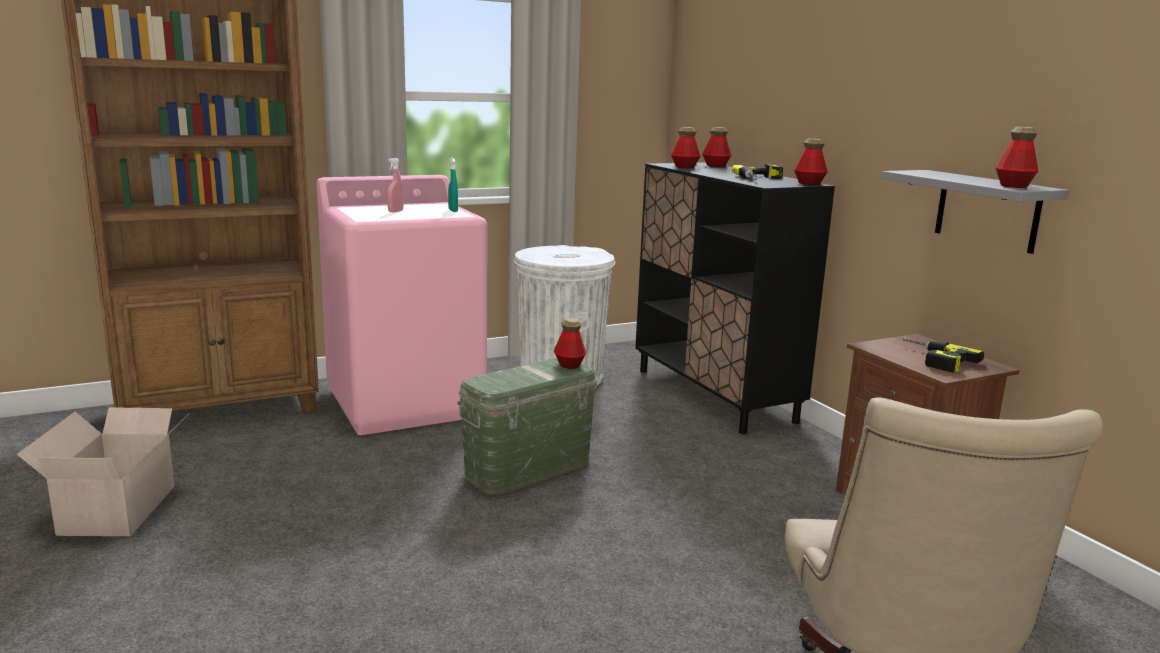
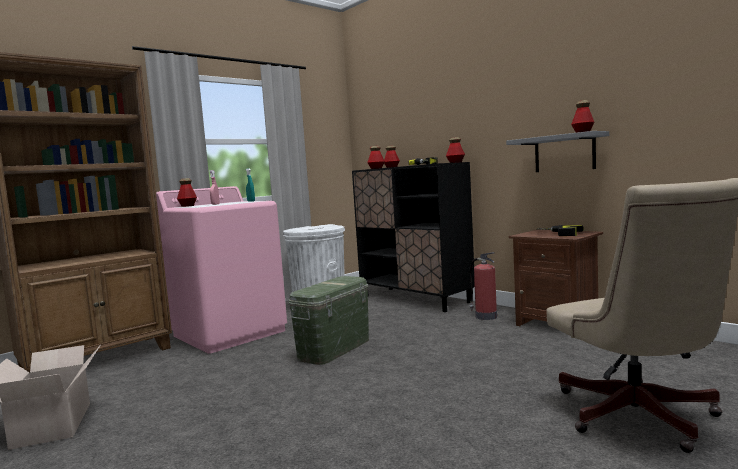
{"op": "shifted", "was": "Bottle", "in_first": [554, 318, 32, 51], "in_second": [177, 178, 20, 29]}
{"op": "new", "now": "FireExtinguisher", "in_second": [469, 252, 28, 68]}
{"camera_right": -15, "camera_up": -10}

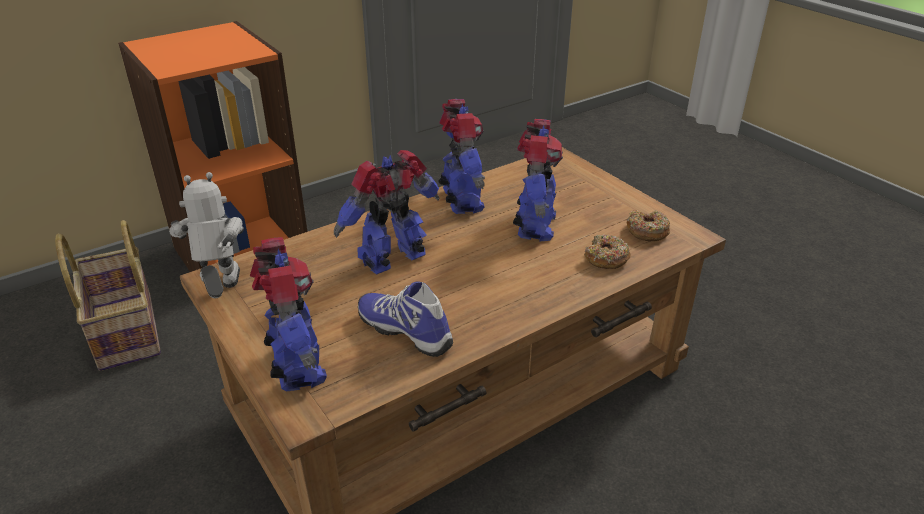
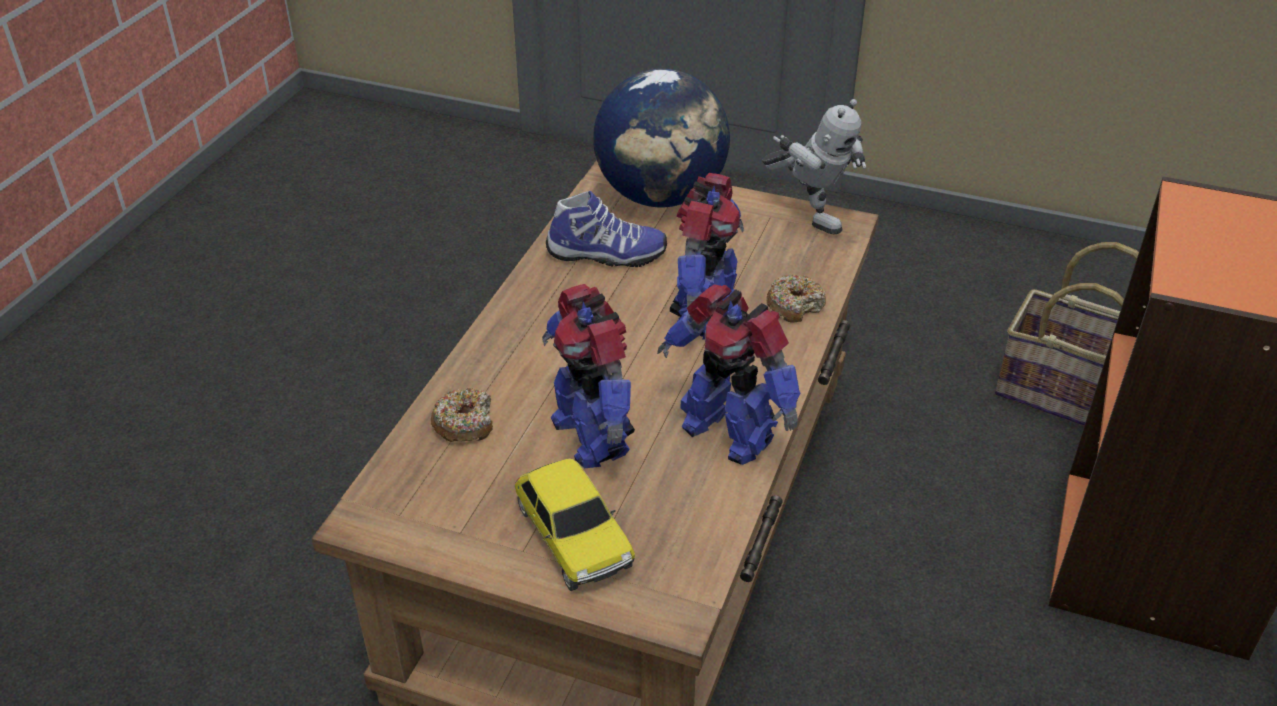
{"op": "new", "now": "ToyCar", "in_second": [514, 458, 121, 133]}
{"op": "swapped", "was": "ToyRobot", "now": "Globe", "in_first": [250, 237, 77, 155], "in_second": [593, 69, 137, 138]}
{"op": "shifted", "was": "Donut", "in_first": [627, 210, 43, 31], "in_second": [767, 274, 59, 49]}
{"camera_right": 145, "camera_up": 5}

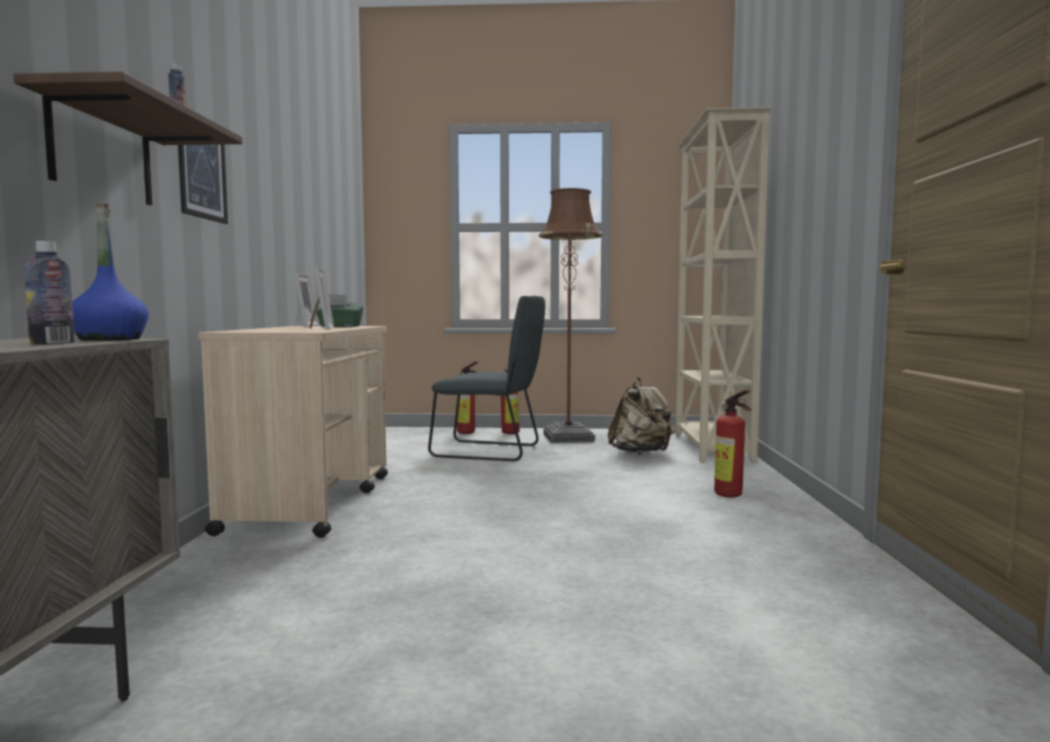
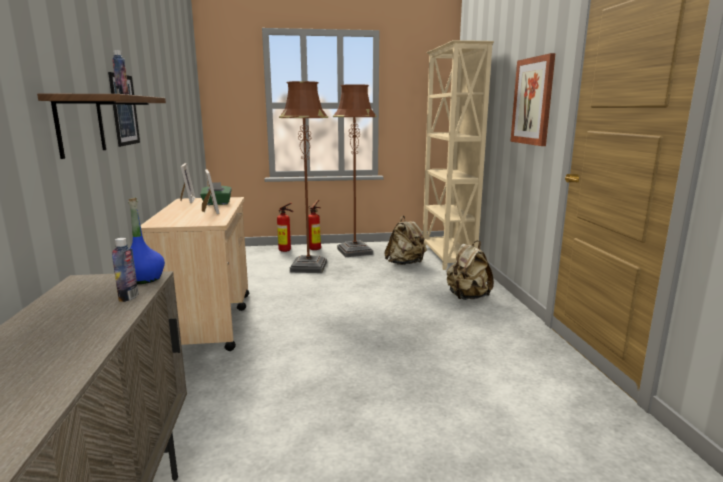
{"op": "swapped", "was": "GreyChair", "now": "BrownFloorLamp", "in_first": [428, 296, 117, 165], "in_second": [279, 81, 49, 192]}
{"op": "swapped", "was": "FireExtinguisher", "now": "BeigeBackpack", "in_first": [714, 390, 38, 107], "in_second": [447, 241, 47, 59]}
{"op": "new", "now": "Picture", "in_second": [510, 53, 46, 93]}
{"camera_right": -10, "camera_up": 10}

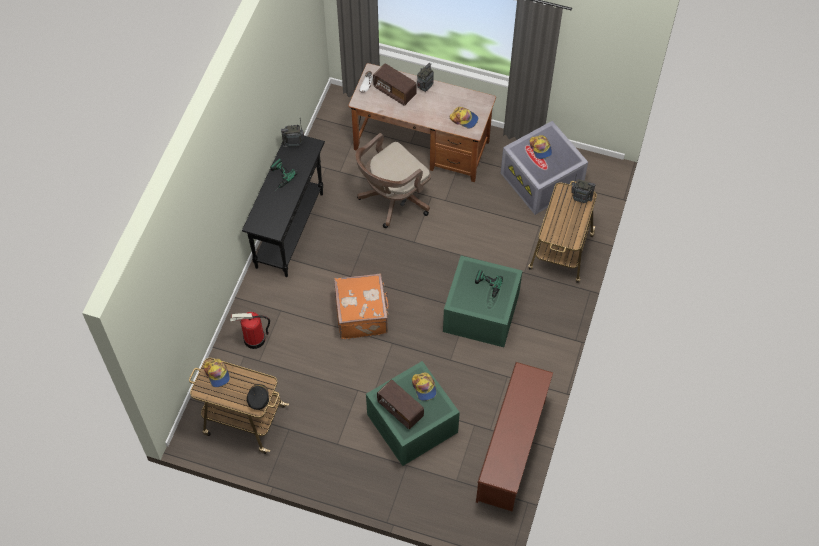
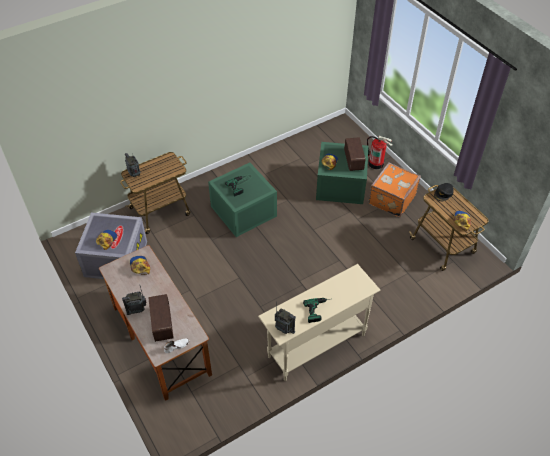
{"op": "repainted", "was": "BlackConsoleTable", "now": "BeigeConsoleTable", "in_first": [242, 136, 83, 141], "in_second": [258, 264, 123, 117]}
{"op": "shifted", "was": "FireExtinguisher", "in_first": [230, 312, 40, 37], "in_second": [367, 136, 26, 33]}
{"op": "shifted", "was": "OrangeSuitcase", "in_first": [334, 274, 55, 65], "in_second": [368, 162, 53, 55]}
{"op": "gone", "was": "BrownOfficeChair", "in_first": [355, 133, 76, 95]}
{"op": "gone", "was": "BrownShoeRack", "in_first": [476, 362, 77, 149]}
{"camera_right": -140, "camera_up": -10}

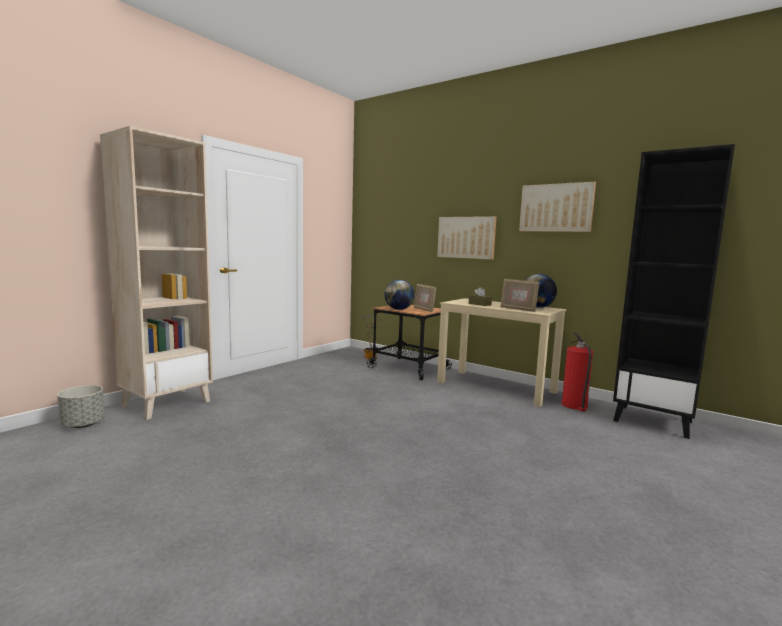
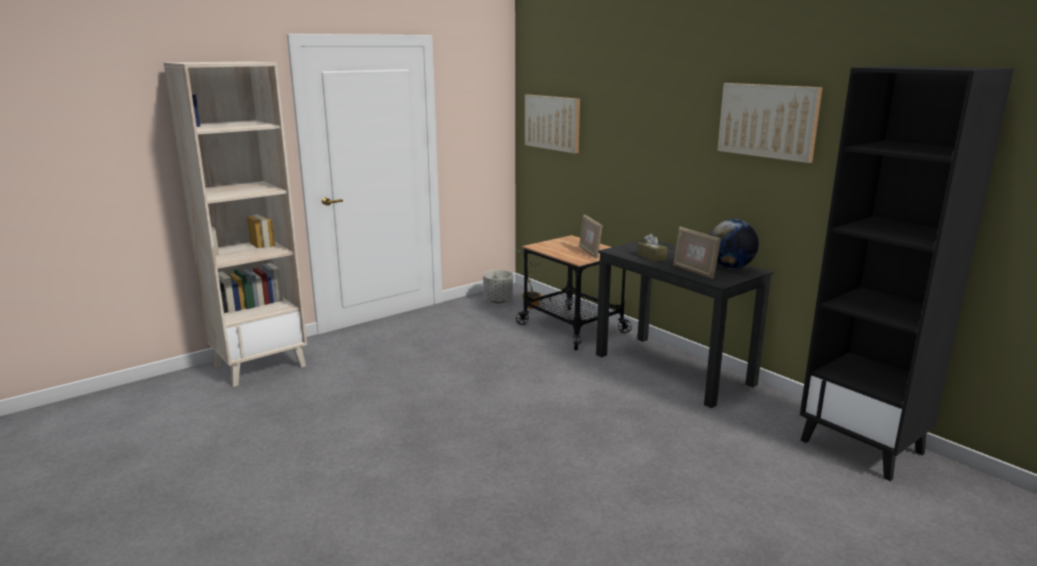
{"op": "shifted", "was": "GreyPlanter", "in_first": [57, 385, 48, 43], "in_second": [483, 270, 30, 33]}
{"op": "shifted", "was": "Picture", "in_first": [437, 216, 60, 44], "in_second": [525, 94, 55, 60]}
{"op": "repainted", "was": "BeigeDesk", "now": "BlackDesk", "in_first": [437, 298, 129, 109], "in_second": [596, 239, 178, 169]}
{"op": "gone", "was": "Globe", "in_first": [384, 280, 31, 30]}
{"op": "gone", "was": "FireExtinguisher", "in_first": [561, 332, 32, 80]}
{"camera_right": 15, "camera_up": 10}

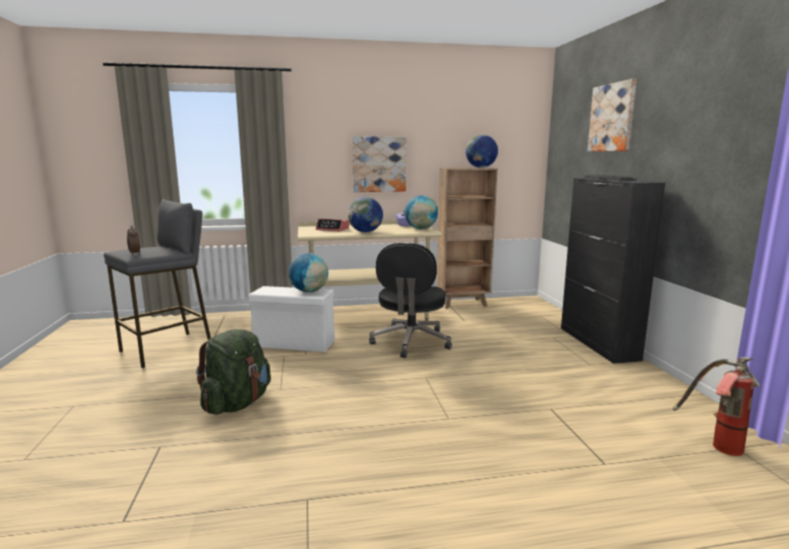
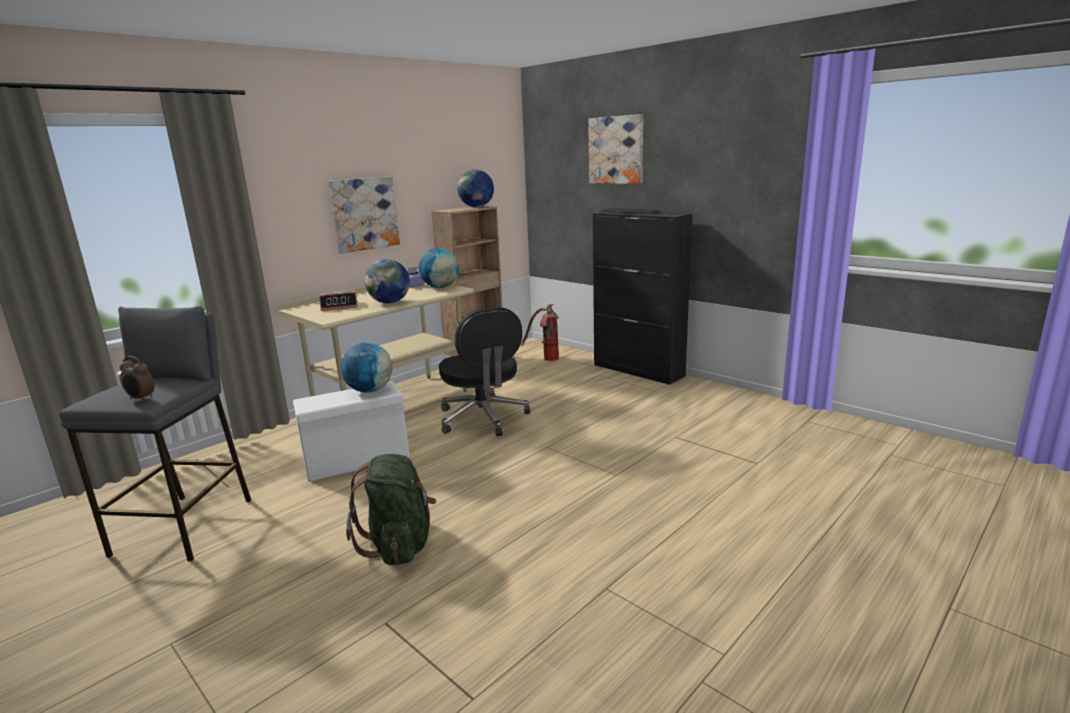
{"op": "shifted", "was": "FireExtinguisher", "in_first": [673, 357, 87, 99], "in_second": [521, 304, 38, 57]}
{"camera_right": -35, "camera_up": 5}

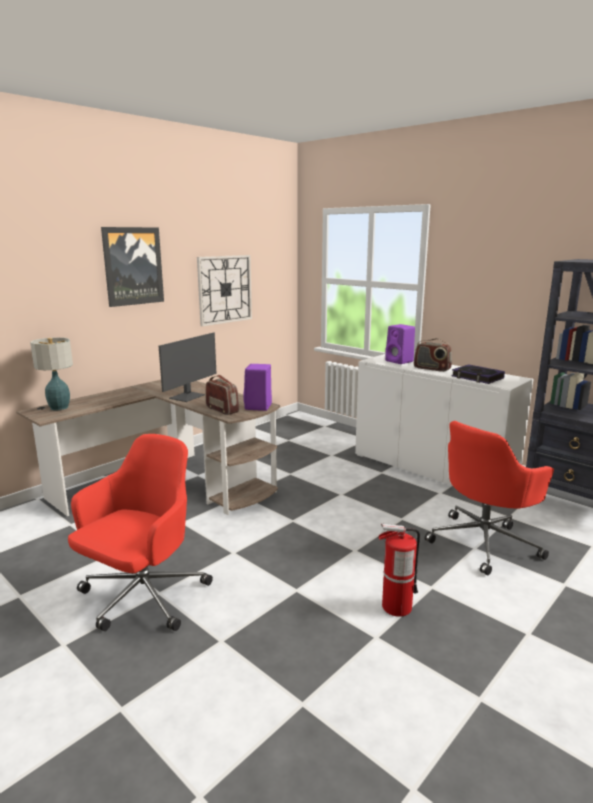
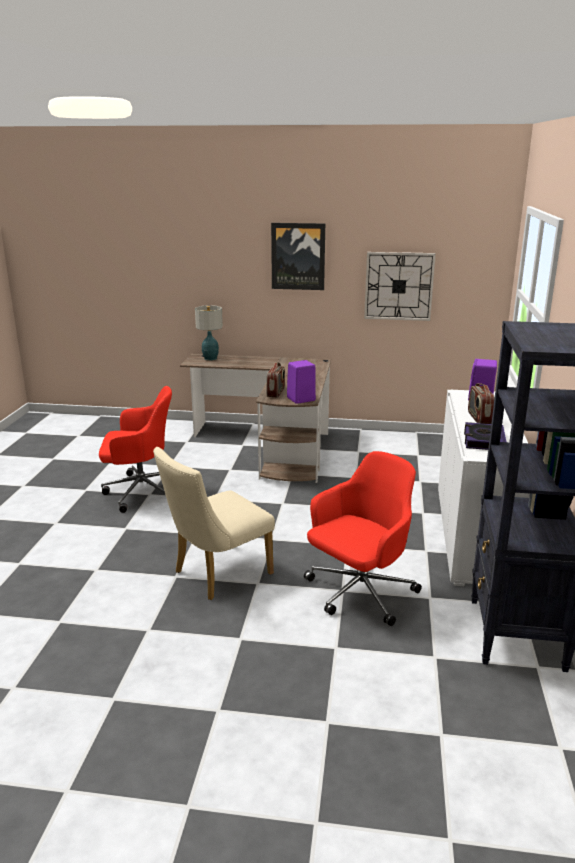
{"op": "swapped", "was": "FireExtinguisher", "now": "BeigeChair", "in_first": [378, 524, 42, 93], "in_second": [153, 447, 122, 153]}
{"op": "rotated", "was": "RedOfficeChair", "in_first": [425, 421, 129, 154], "in_second": [304, 451, 118, 175], "clockwise": 120}
{"op": "gone", "was": "Monitor", "in_first": [159, 333, 58, 69]}
{"camera_right": 55, "camera_up": 5}

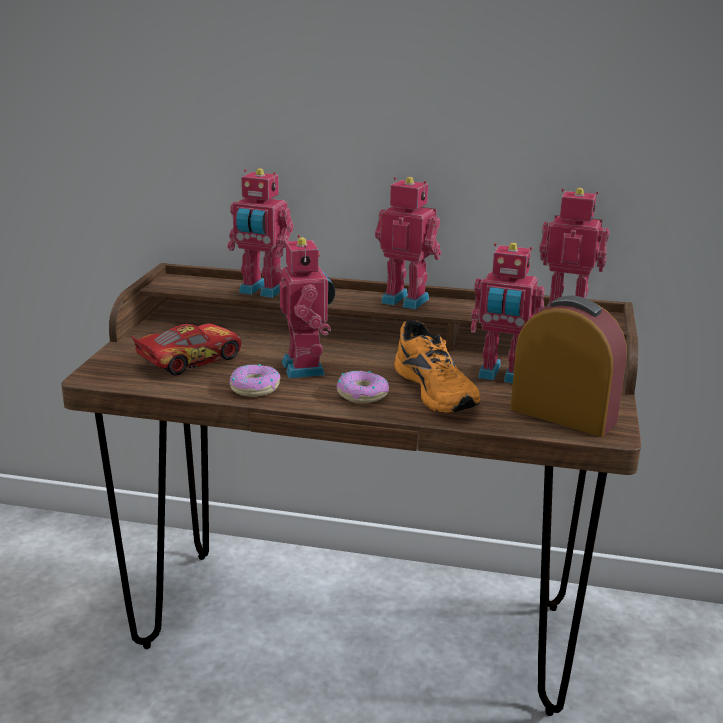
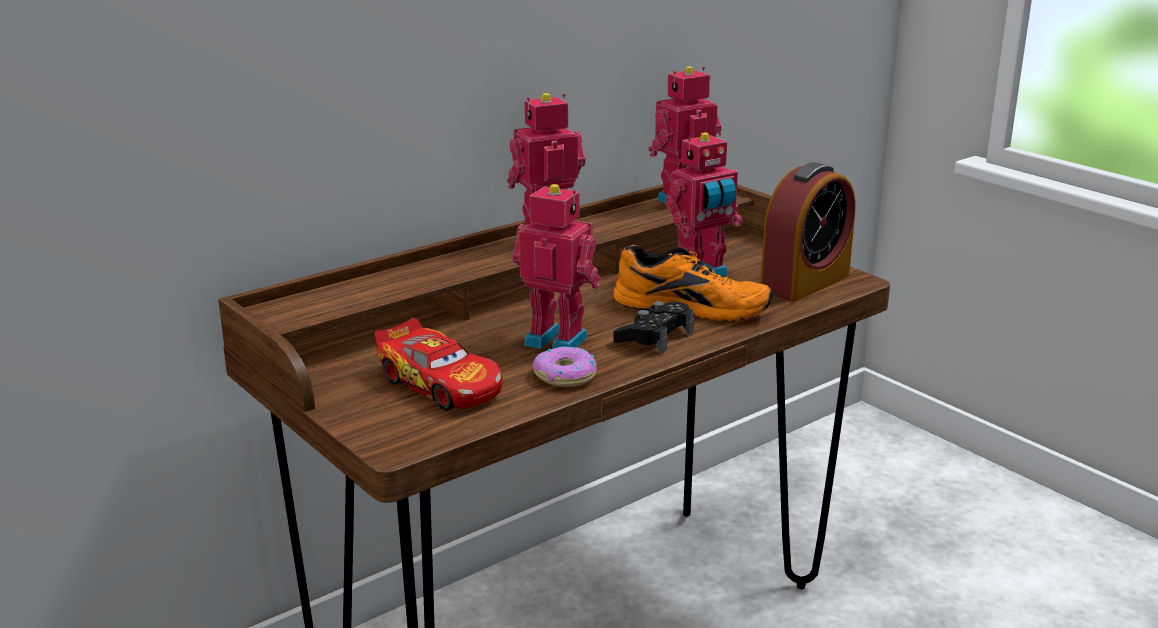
{"op": "rotated", "was": "ToyCar", "in_first": [131, 323, 110, 52], "in_second": [375, 318, 128, 92], "clockwise": 135}
{"op": "swapped", "was": "Donut", "now": "BlackGameController", "in_first": [337, 371, 52, 32], "in_second": [613, 301, 81, 52]}
{"op": "rotated", "was": "AlarmClock", "in_first": [510, 296, 117, 141], "in_second": [760, 162, 96, 140], "clockwise": 150}
{"op": "gone", "was": "ToyRobot", "in_first": [227, 168, 66, 130]}
{"camera_right": -50, "camera_up": 0}

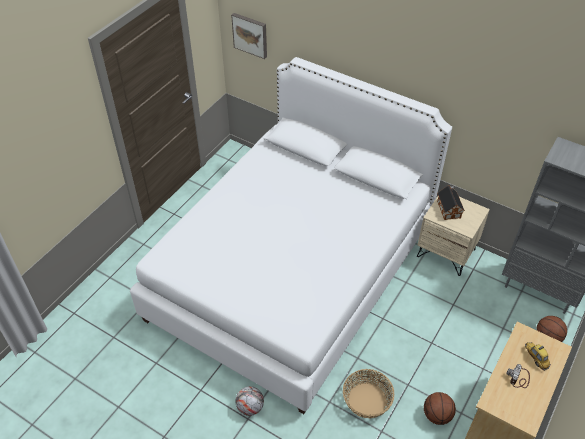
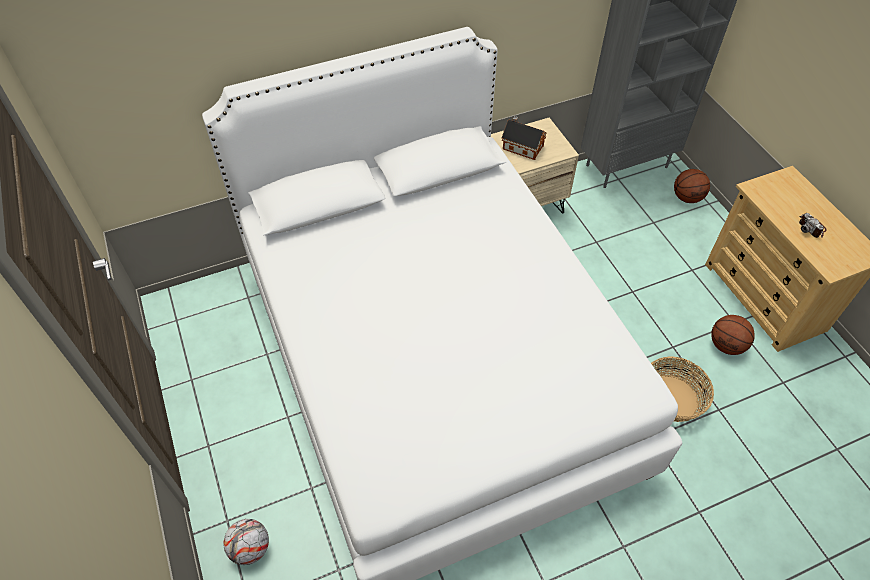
{"op": "shifted", "was": "Football", "in_first": [235, 386, 29, 30], "in_second": [223, 519, 46, 46]}
{"op": "gone", "was": "Picture", "in_first": [231, 13, 36, 46]}
{"op": "gone", "was": "ToyCar", "in_first": [525, 342, 26, 29]}
{"camera_right": -55, "camera_up": 5}

